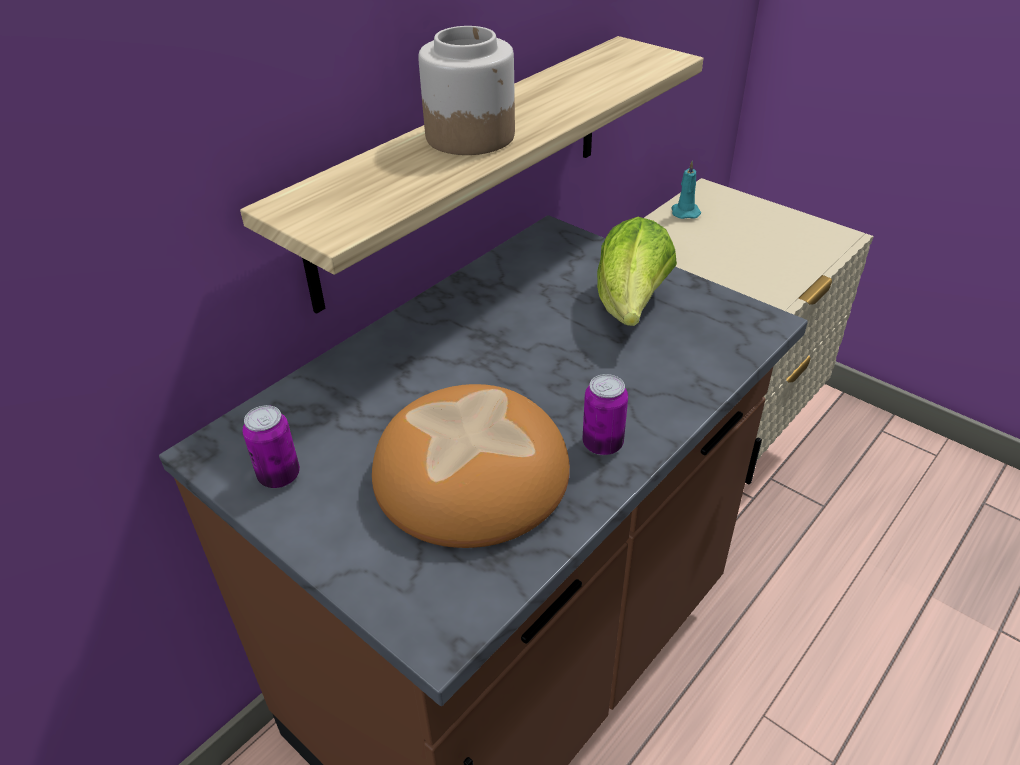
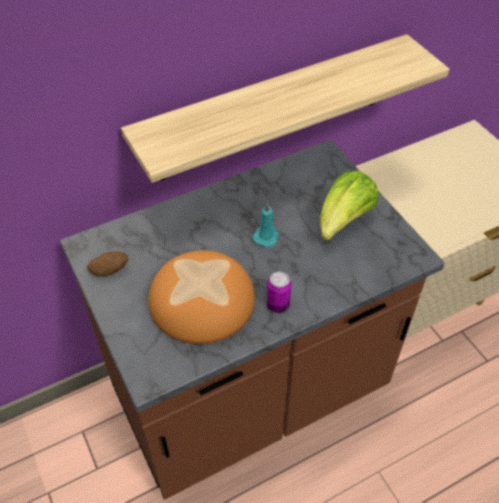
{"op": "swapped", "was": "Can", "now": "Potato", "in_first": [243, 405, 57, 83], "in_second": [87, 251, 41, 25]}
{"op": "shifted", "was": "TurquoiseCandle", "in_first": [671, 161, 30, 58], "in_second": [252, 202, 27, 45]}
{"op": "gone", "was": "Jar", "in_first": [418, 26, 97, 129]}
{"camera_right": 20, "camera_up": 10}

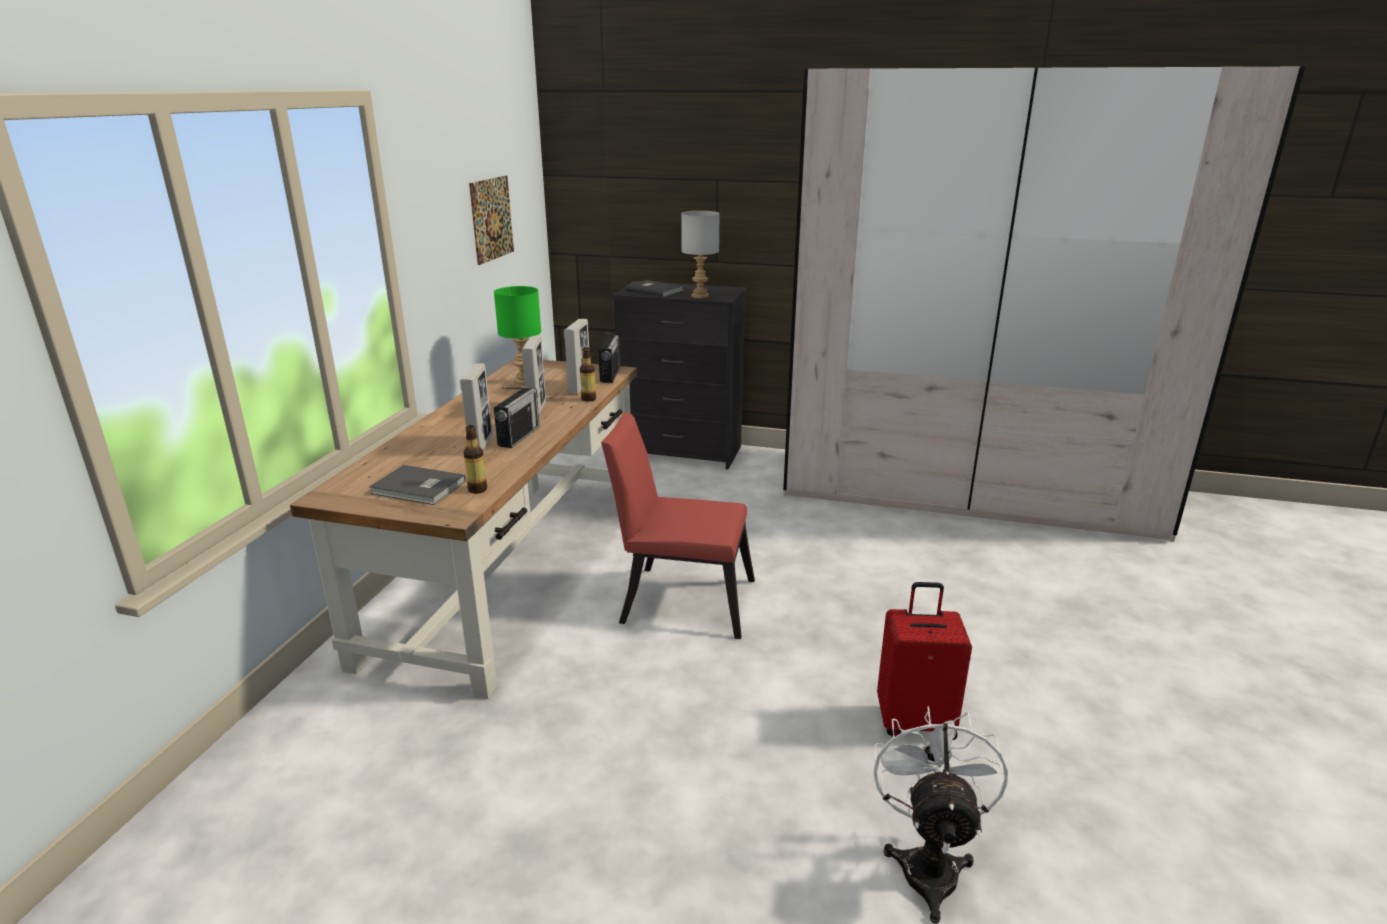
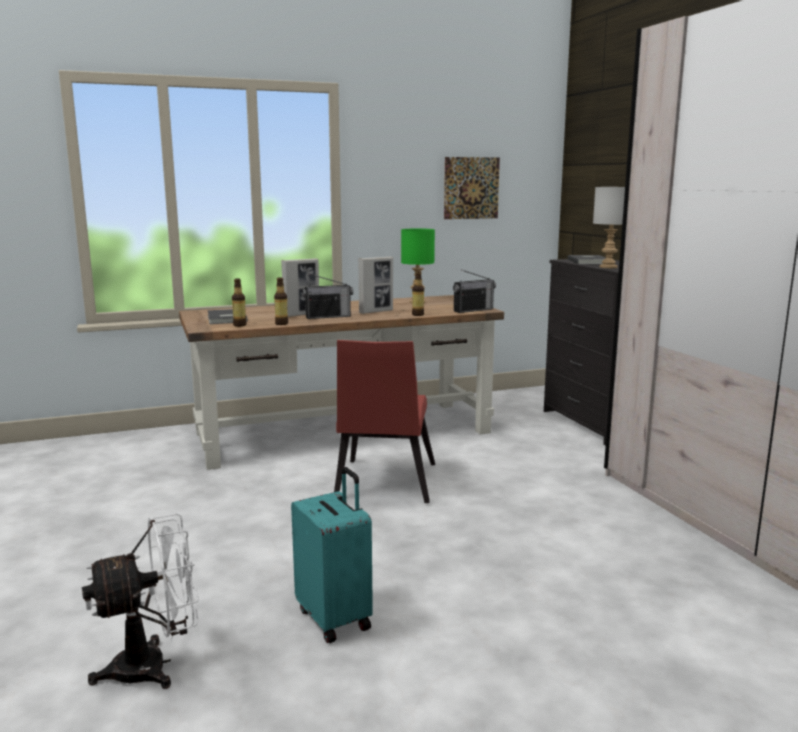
{"op": "new", "now": "Bottle", "in_second": [274, 277, 14, 48]}
{"op": "repainted", "was": "RedSuitcase", "now": "TurquoiseSuitcase", "in_first": [877, 582, 95, 158], "in_second": [291, 467, 82, 176]}
{"op": "rotated", "was": "RedChair", "in_first": [601, 412, 154, 227], "in_second": [334, 340, 101, 163], "clockwise": -150}
{"op": "gone", "was": "PictureFrame", "in_first": [564, 319, 25, 76]}
{"camera_right": 55, "camera_up": -10}

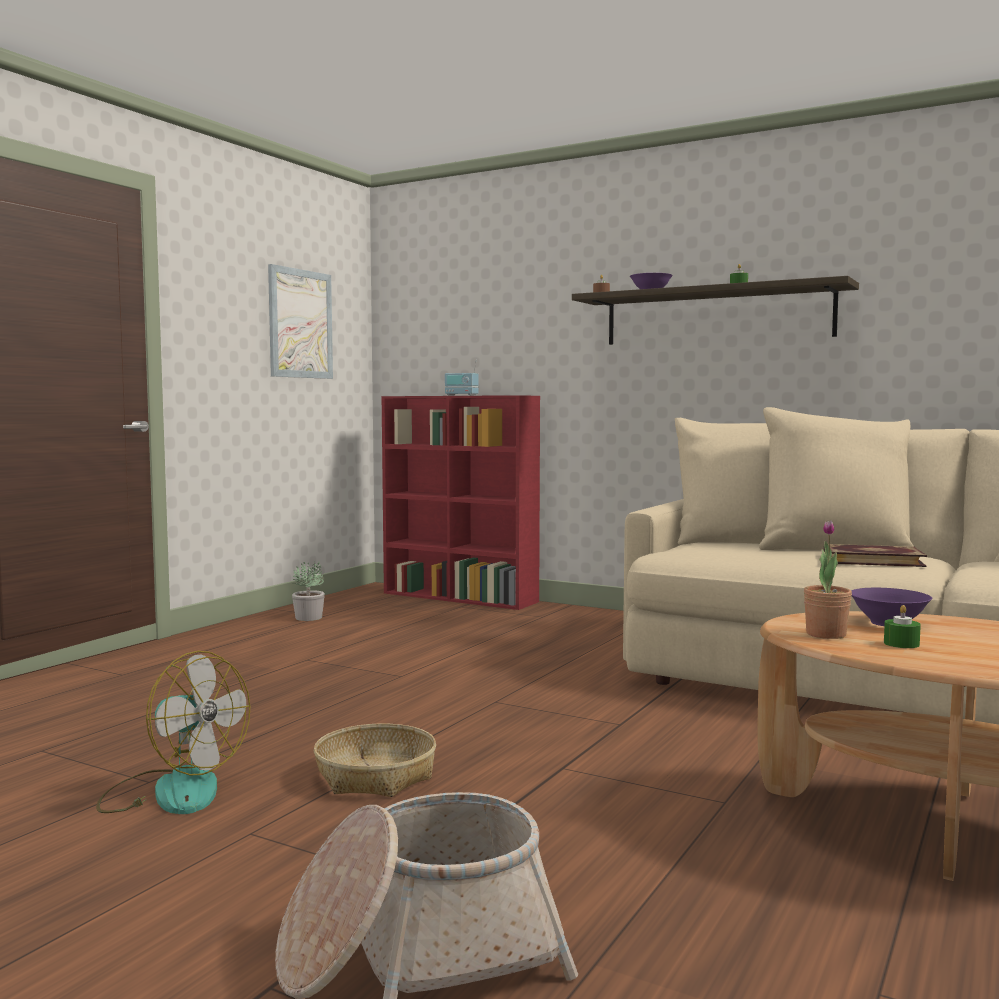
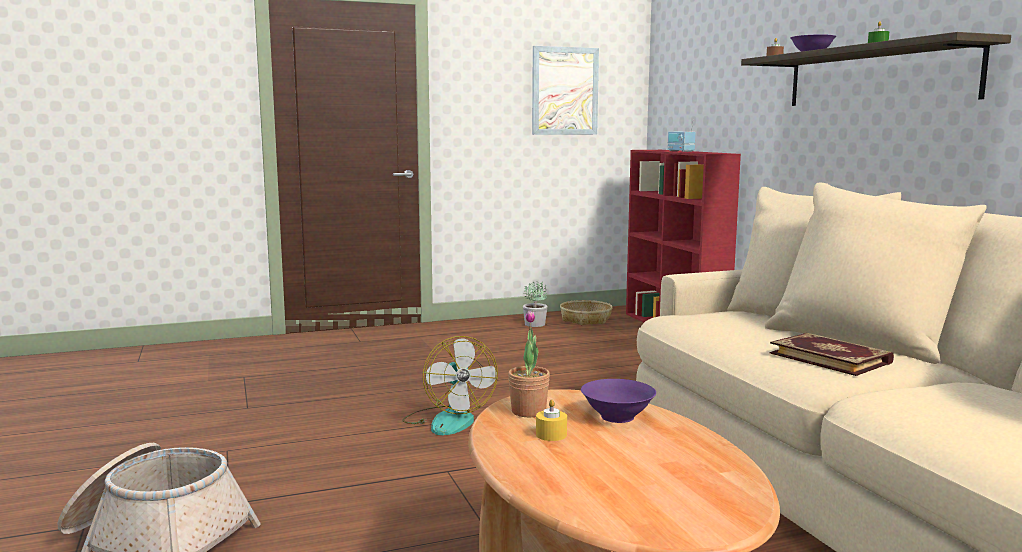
{"op": "shifted", "was": "Fan", "in_first": [96, 651, 154, 163], "in_second": [402, 336, 96, 99]}
{"op": "repainted", "was": "GreenCandle", "now": "YellowCandle", "in_first": [884, 605, 37, 43], "in_second": [536, 399, 31, 42]}
{"op": "shifted", "was": "Basket", "in_first": [314, 724, 122, 73], "in_second": [560, 300, 53, 25]}
{"camera_right": 40, "camera_up": 5}

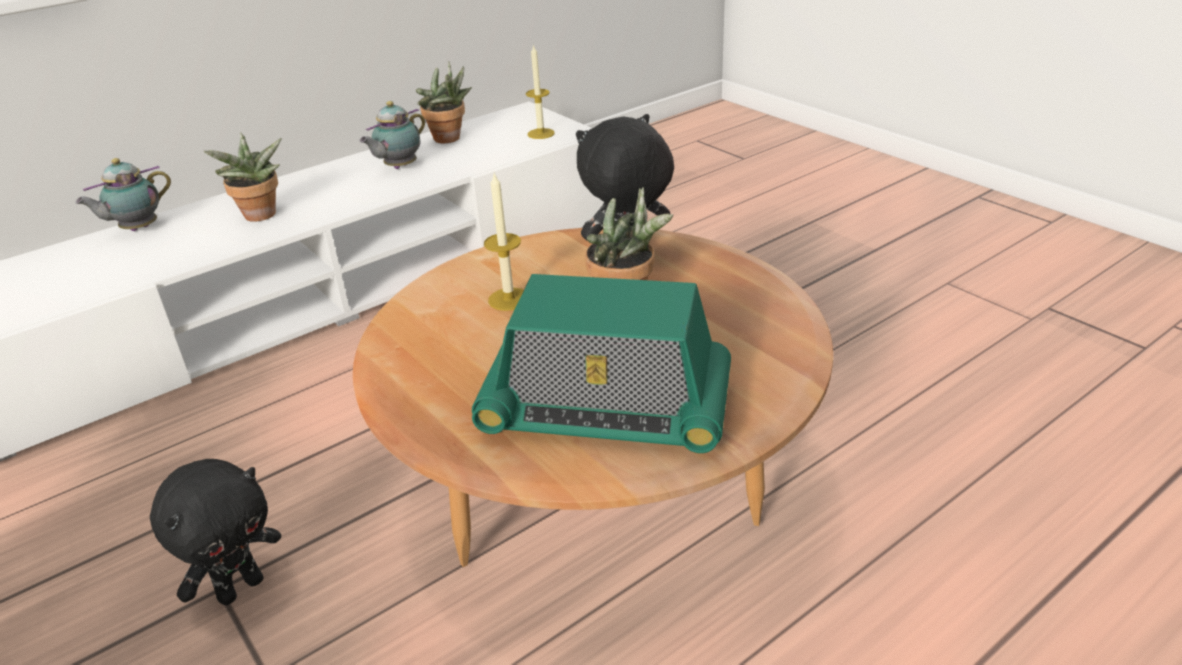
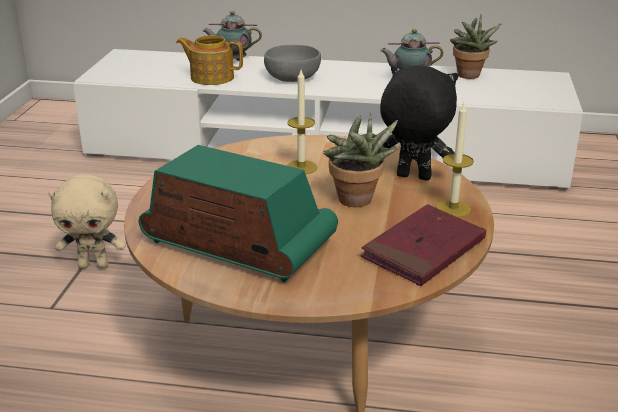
{"op": "repainted", "was": "BlackPlushToy", "now": "BeigePlushToy", "in_first": [150, 459, 131, 146], "in_second": [48, 174, 78, 95]}
{"op": "rotated", "was": "Radio", "in_first": [472, 274, 259, 179], "in_second": [139, 145, 199, 137], "clockwise": 150}
{"op": "new", "now": "Teapot", "in_second": [176, 35, 67, 50]}
{"op": "swapped", "was": "PottedPlant", "now": "GreyBowl", "in_first": [203, 132, 79, 90], "in_second": [264, 45, 57, 37]}
{"op": "new", "now": "RedBook", "in_second": [361, 204, 125, 82]}
{"op": "shifted", "was": "Candle", "in_first": [526, 44, 29, 95], "in_second": [436, 103, 38, 114]}
{"camera_right": 45, "camera_up": -5}

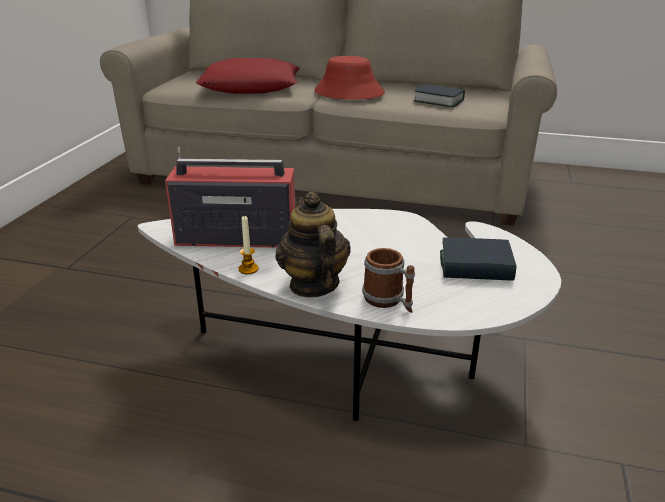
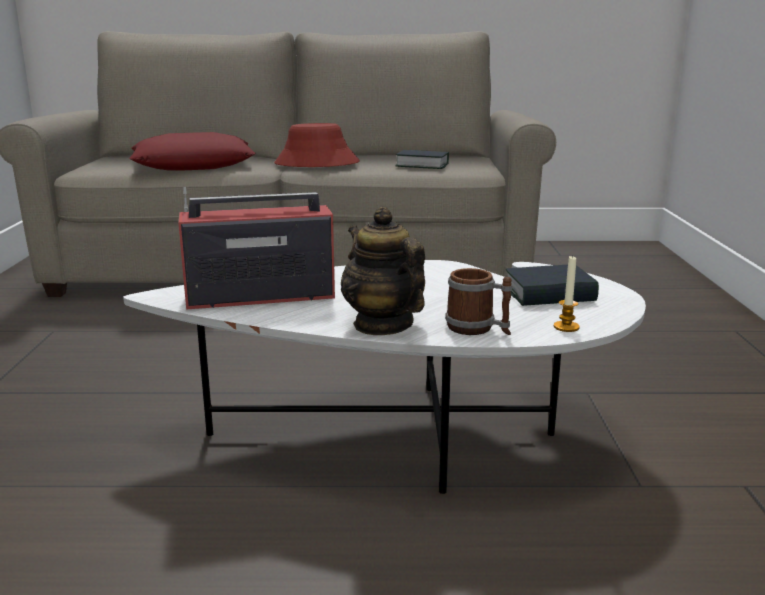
{"op": "shifted", "was": "Candle", "in_first": [238, 215, 21, 59], "in_second": [554, 256, 26, 76]}
{"camera_right": -15, "camera_up": -10}

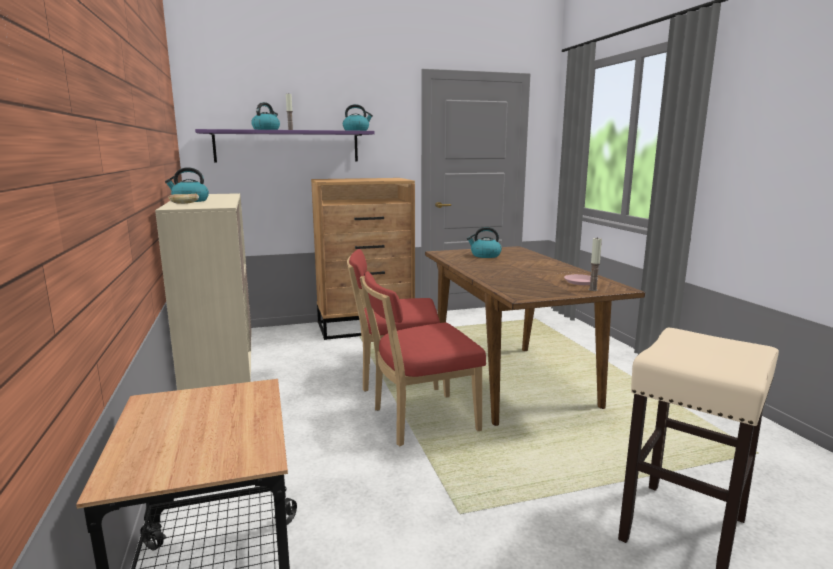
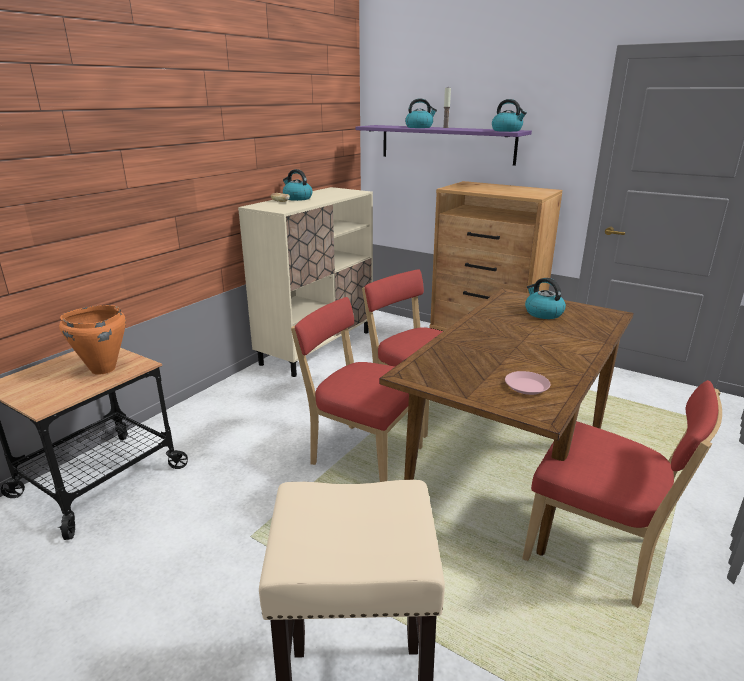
{"op": "new", "now": "OrangeCookingPot", "in_second": [59, 305, 67, 70]}
{"op": "new", "now": "RedChair", "in_second": [522, 380, 200, 228]}
{"op": "gone", "was": "Candle", "in_first": [588, 237, 14, 54]}
{"camera_right": 50, "camera_up": 10}

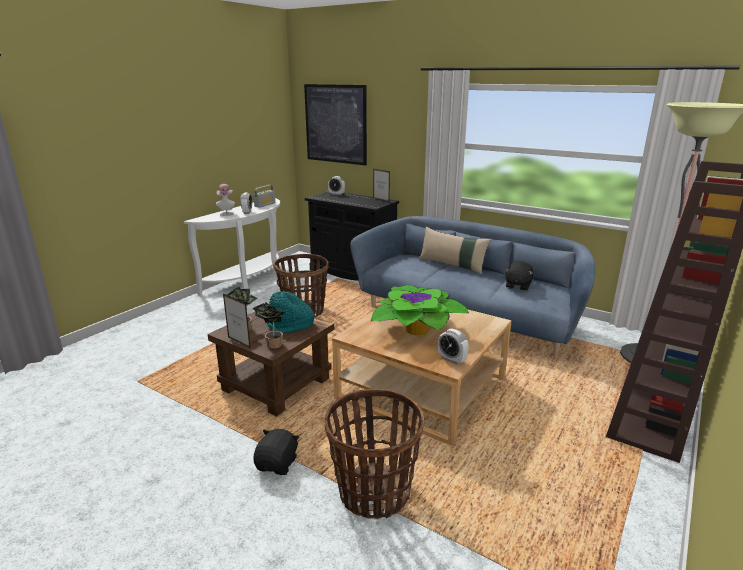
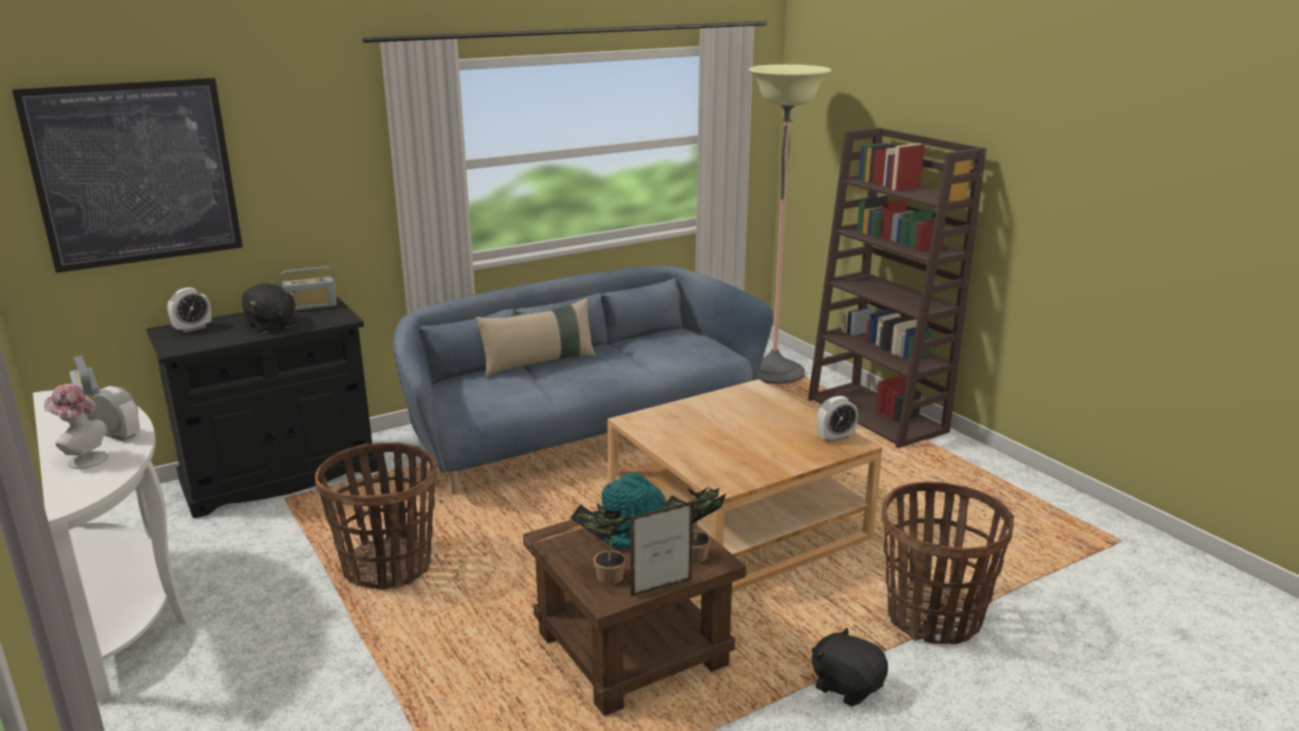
{"op": "shifted", "was": "BlackPlushToy", "in_first": [505, 261, 29, 30], "in_second": [242, 283, 54, 50]}
{"op": "swapped", "was": "PictureFrame", "now": "Radio", "in_first": [373, 169, 17, 33], "in_second": [280, 266, 57, 45]}
{"op": "gone", "was": "PottedPlant", "in_first": [371, 285, 98, 50]}
{"camera_right": -65, "camera_up": 0}

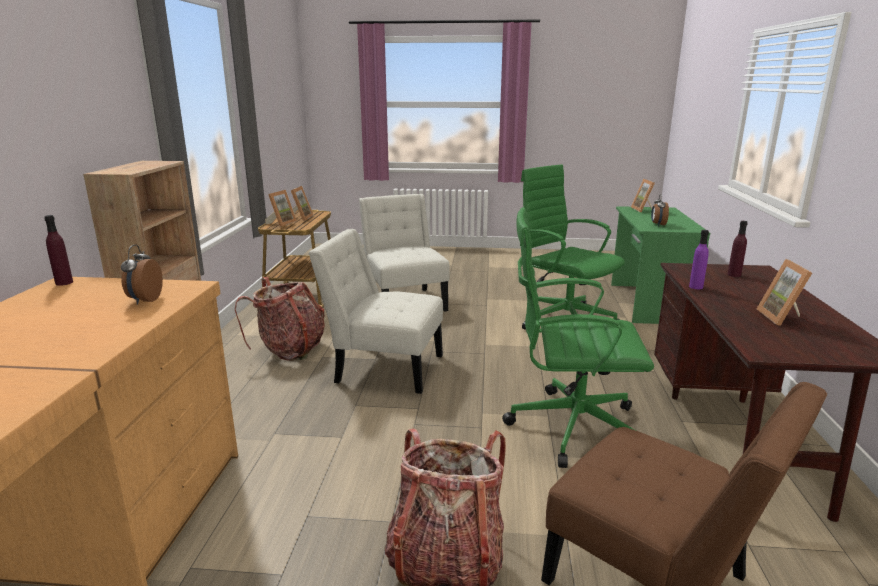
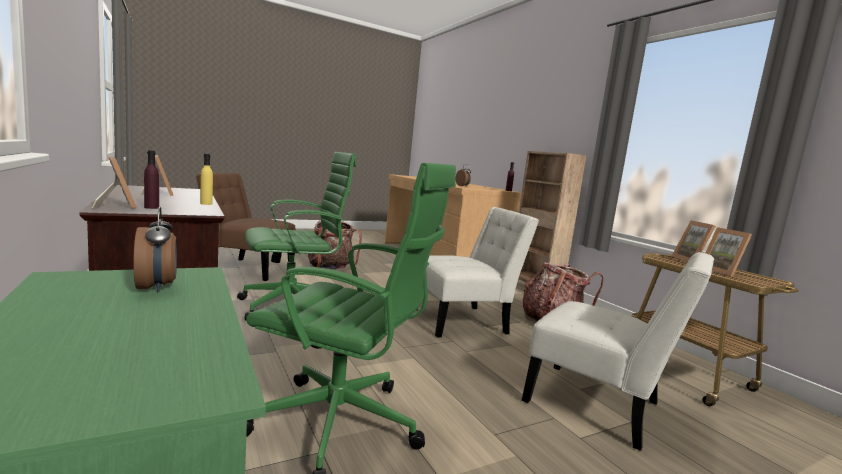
{"op": "shifted", "was": "PictureFrame", "in_first": [631, 179, 24, 33], "in_second": [92, 156, 45, 53]}
{"op": "repainted", "was": "PurpleBottle", "now": "YellowBottle", "in_first": [689, 230, 20, 59], "in_second": [200, 154, 13, 51]}
{"camera_right": 145, "camera_up": -10}

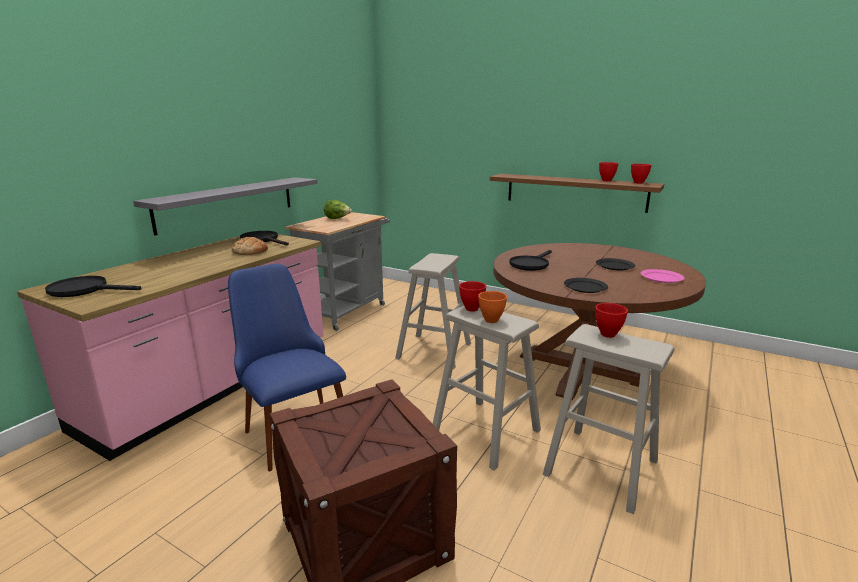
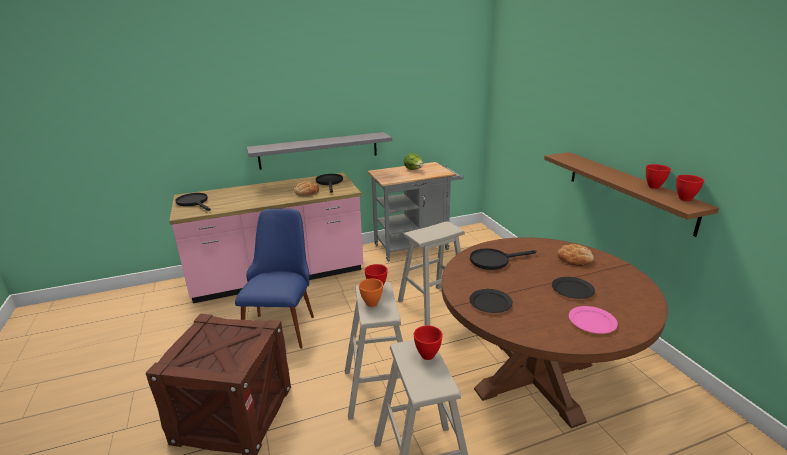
{"op": "new", "now": "Bread", "in_second": [557, 244, 37, 22]}
{"camera_right": 40, "camera_up": 5}

